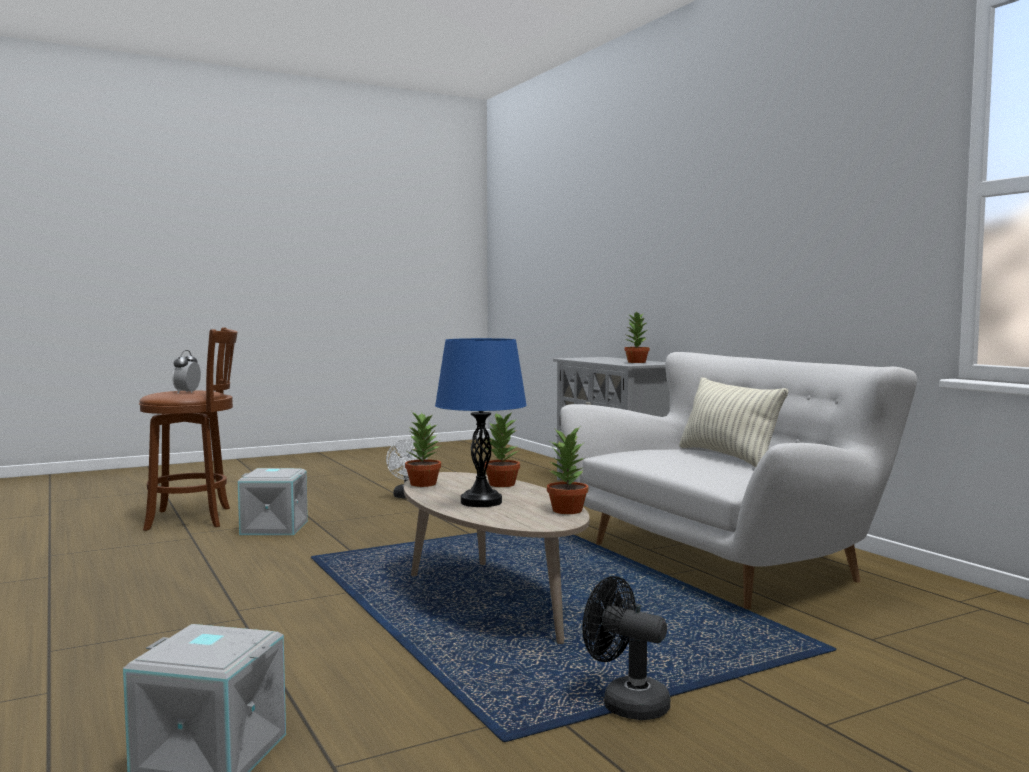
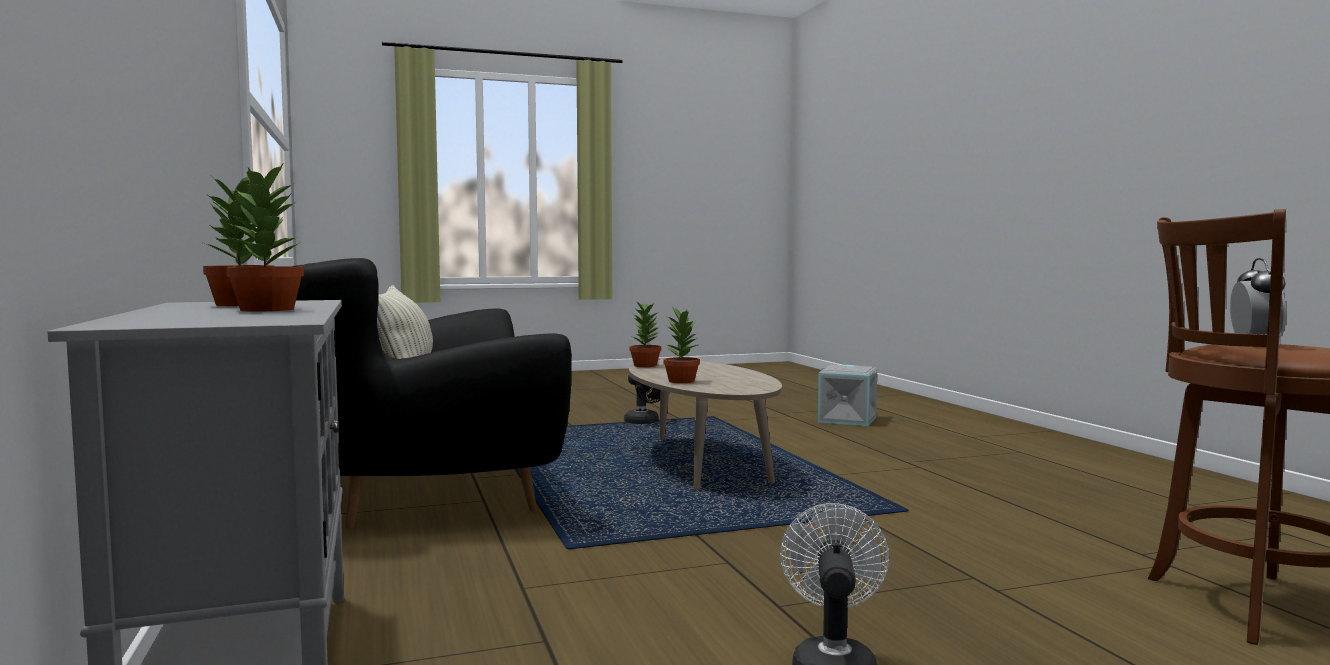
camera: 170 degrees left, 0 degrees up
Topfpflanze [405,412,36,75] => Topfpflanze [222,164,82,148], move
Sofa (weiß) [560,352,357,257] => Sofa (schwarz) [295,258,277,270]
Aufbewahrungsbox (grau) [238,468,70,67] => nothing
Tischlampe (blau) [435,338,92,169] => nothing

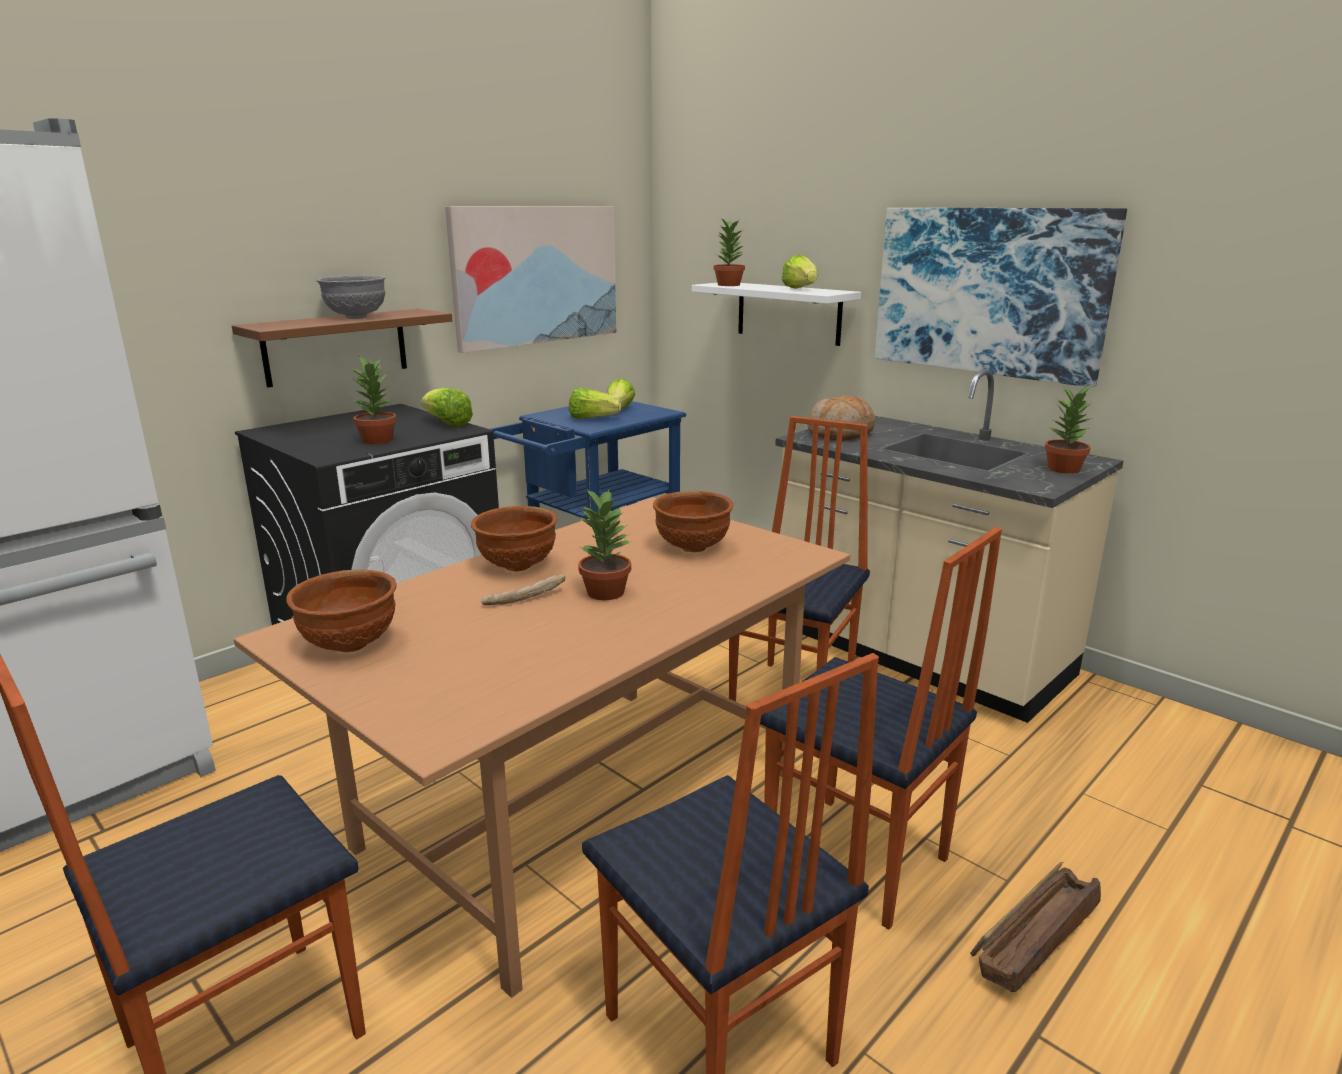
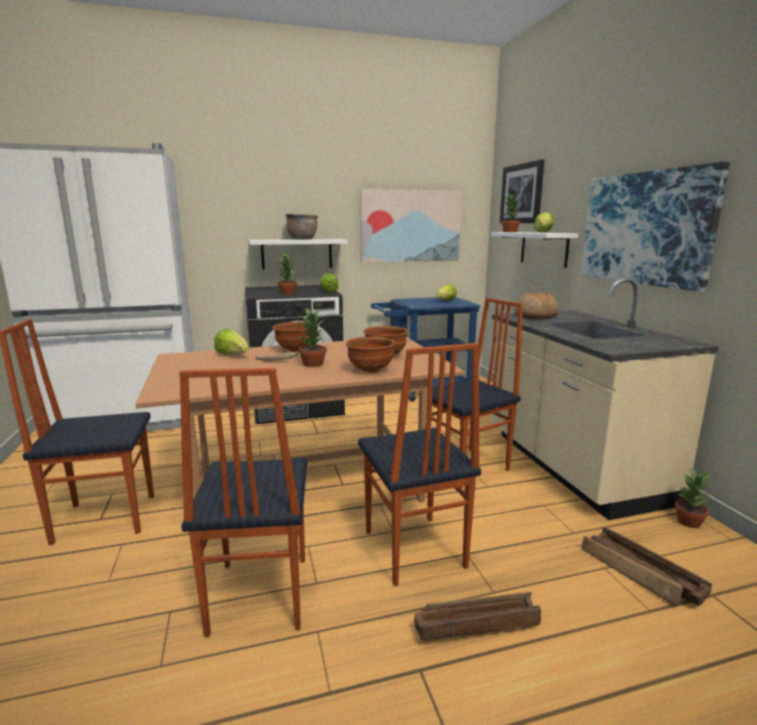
camera: 30 degrees right, 5 degrees down
Salatkopf [569,388,52,31] => Salatkopf [214,329,35,25], move
Wandregal (braun) [232,309,220,79] => Wandregal (weiß) [249,239,99,30]
Schüssel (grau) [317,275,68,44] => Kochtopf (braun) [285,214,33,26]
Schüssel (braun) [286,570,111,82] => Schüssel (braun) [346,337,50,36], move
nothing => Bild [500,159,44,64]
nothing => Kiste [581,527,131,79]
Topfpflanze [1045,384,48,90] => Topfpflanze [675,467,37,61], move

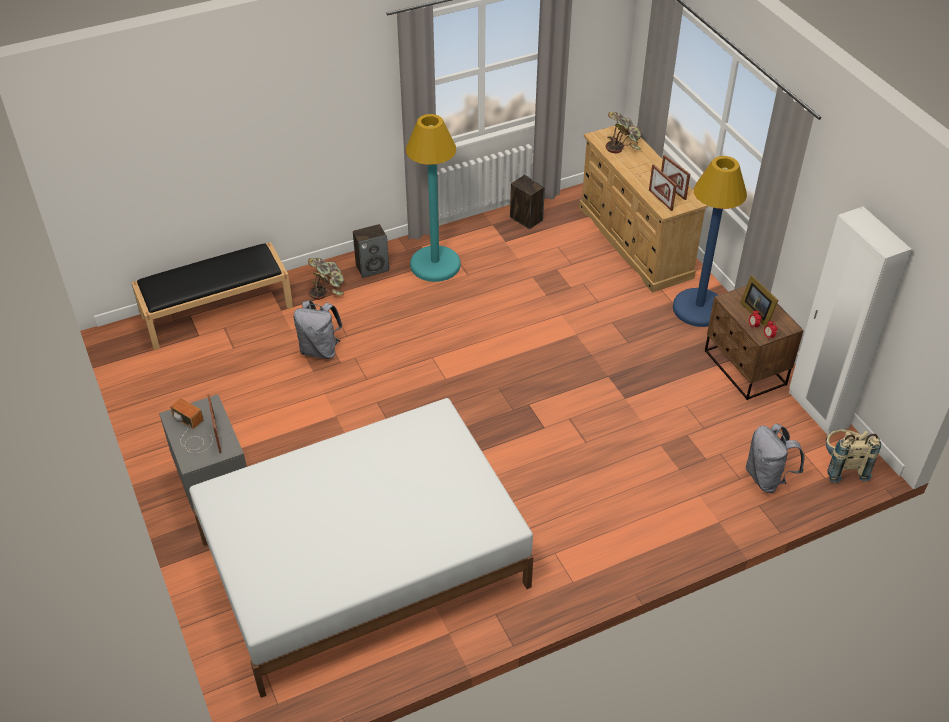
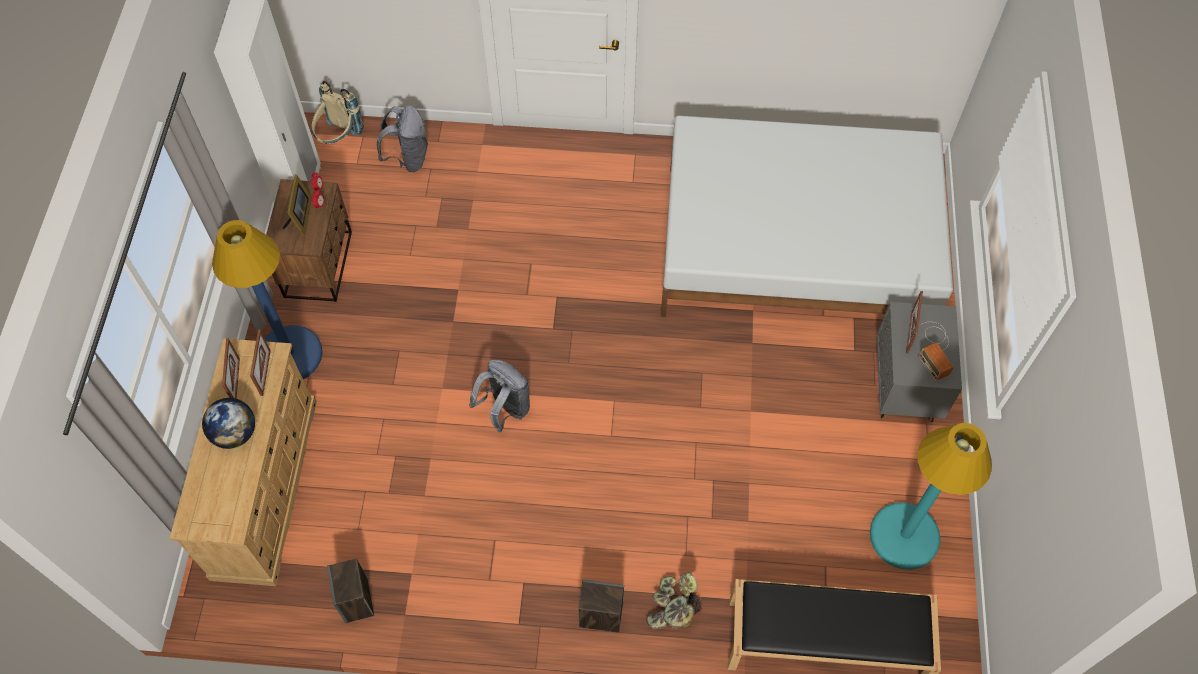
camera: 150 degrees left, 15 degrees up
nothing => Globus [202,398,53,51]
Rucksack (grau) [294,300,49,59] => Rucksack (grau) [469,360,61,72], move
Stehlampe (türkis) [406,114,55,168] => Stehlampe (türkis) [870,423,122,147], move
Topfpflanze [606,112,35,41] => nothing

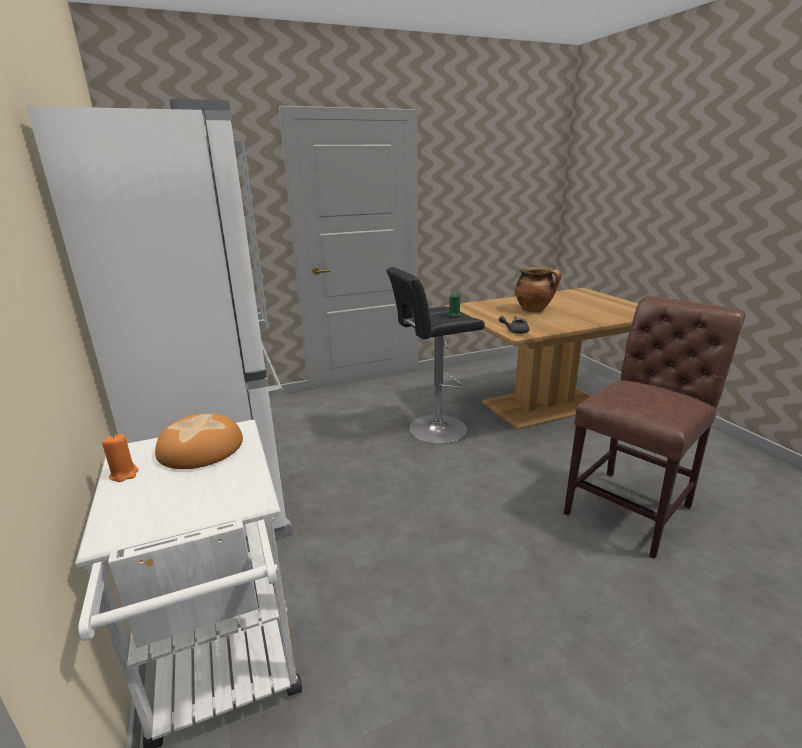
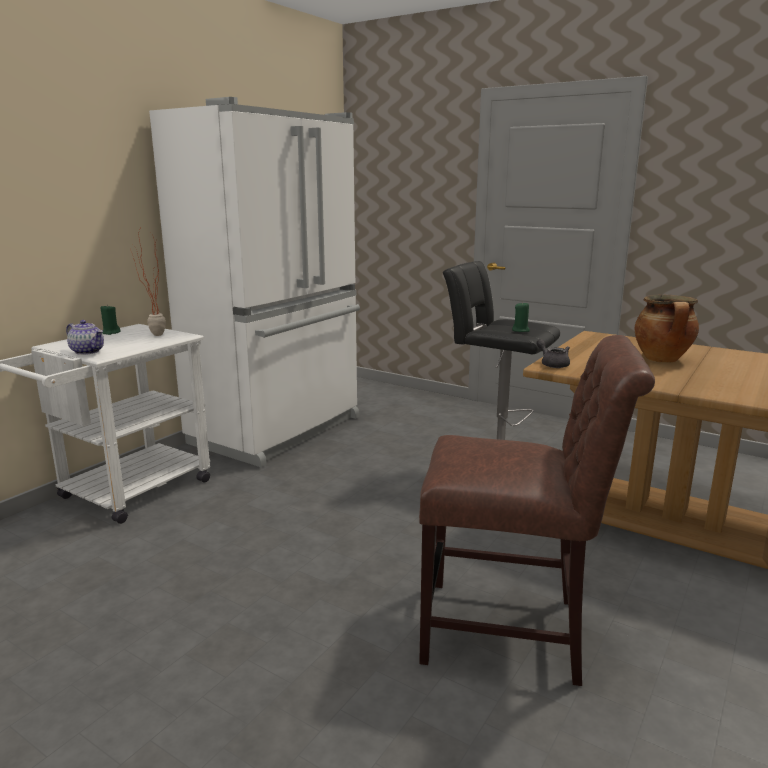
camera: 55 degrees right, 5 degrees down
nothing => Teekanne [66,320,38,35]
Kerze (orange) [102,434,37,48] => Kerze (grün) [101,304,20,31]
Brot [155,414,88,55] => Topfpflanze [130,230,36,106]

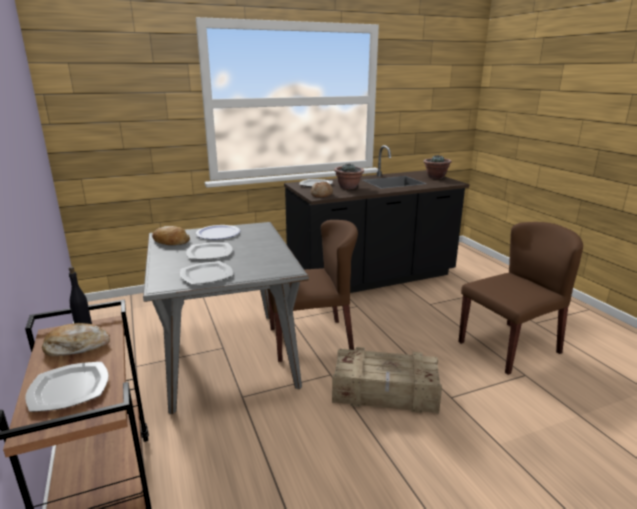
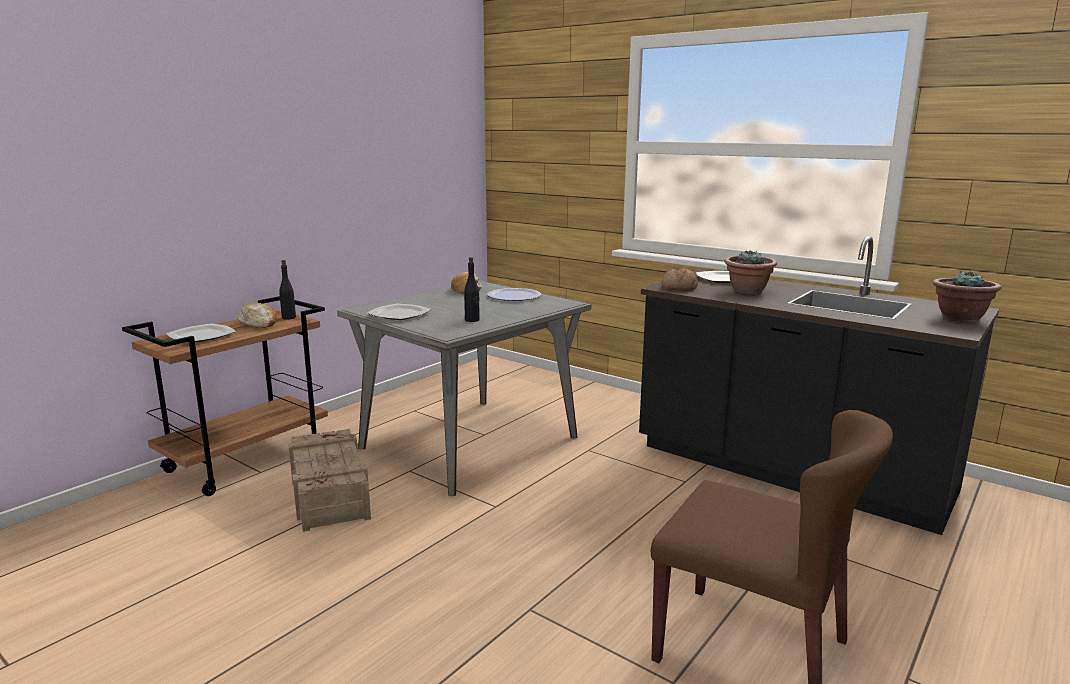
camera: 60 degrees right, 5 degrees down
Kiste [332,347,110,67] => Kiste [288,429,83,103], move
nothing => Flasche (schwarz) [464,257,16,65]
Teller [186,242,47,17] => nothing
Stuhl (braun) [267,220,91,142] => nothing

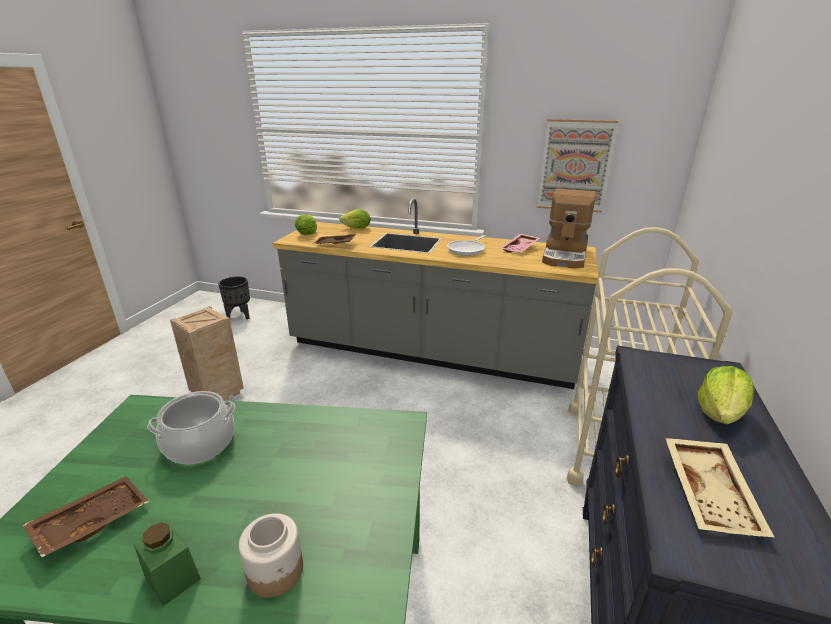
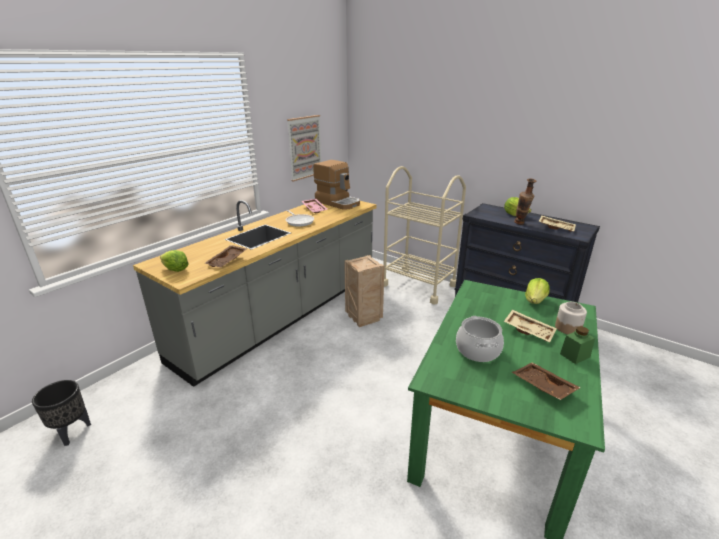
camera: 70 degrees left, 0 degrees up
Kiste [170,306,74,94] => Kiste [344,255,41,72], move
nothing => Tablett (beige) [504,309,53,33]
nothing => Vase [514,178,22,47]
Salatkopf [340,209,30,20] => Salatkopf [525,278,25,26], move

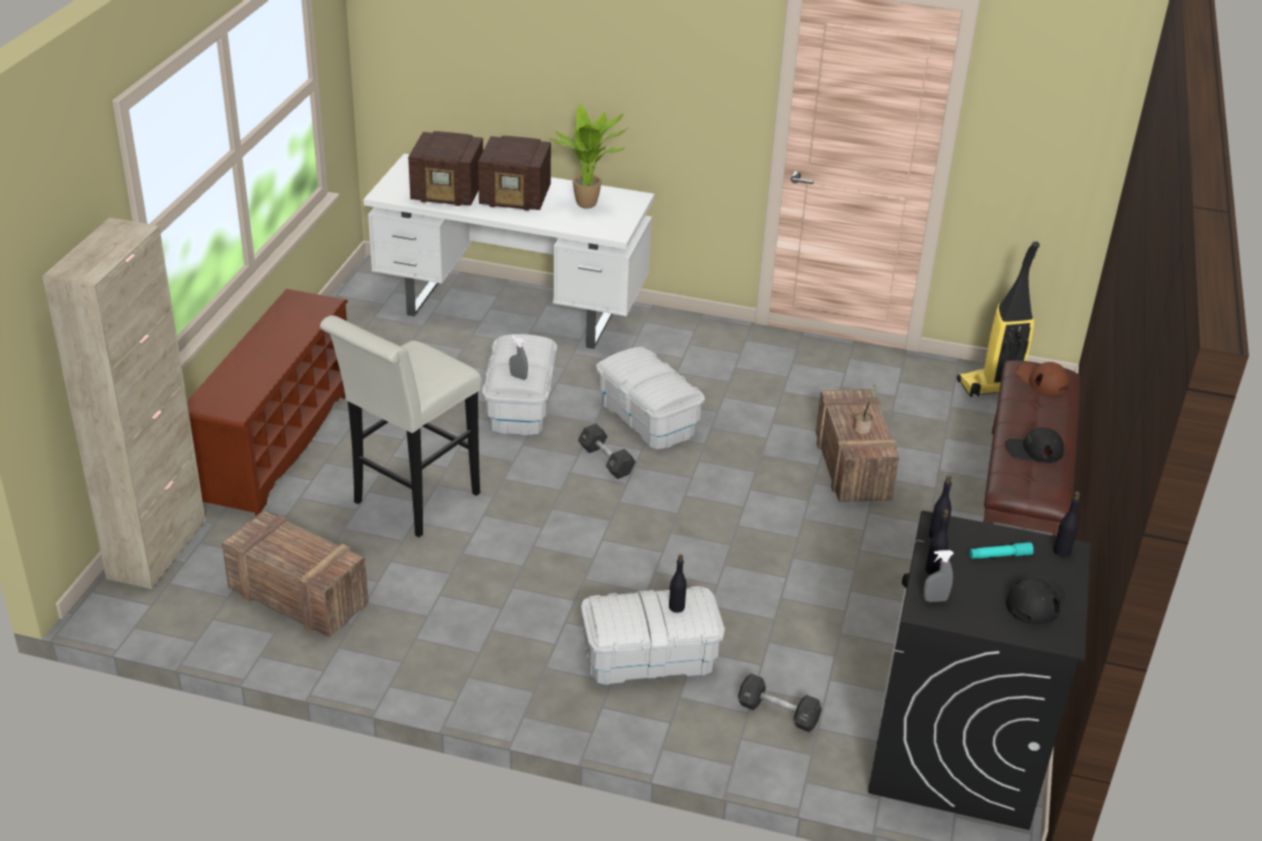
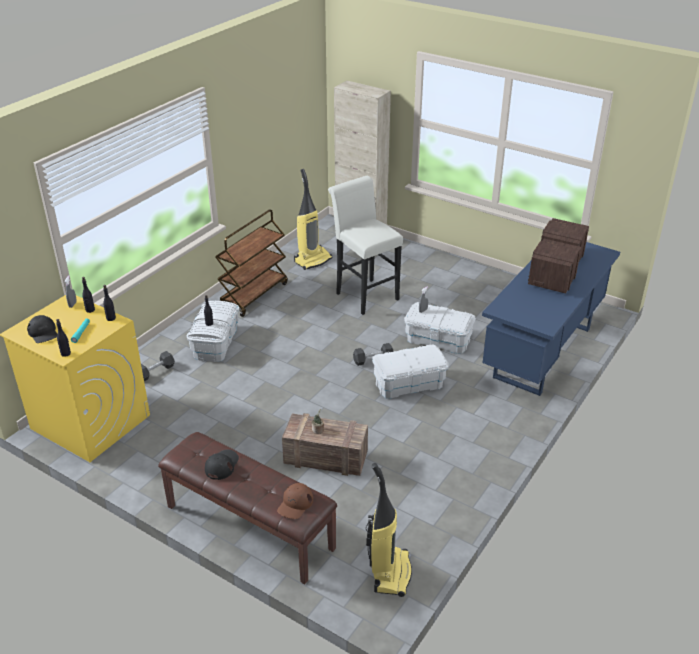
camera: 110 degrees right, 0 degrees up
Waschmaschine (schwarz) [868,511,222,319] => Waschmaschine (gelb) [0,295,150,167]
nothing => Rollwagen (braun) [215,210,73,107]
Kappe (braun) [1017,362,52,33] => Kappe (braun) [277,483,36,36], 135 degrees clockwise
Kiste [222,511,147,126] => Staubsauger [294,169,39,101]
Schreibtisch (weiß) [363,154,292,195] => Schreibtisch (blau) [482,242,138,154]
Schuhregal (braun) [187,289,161,227] => nothing
Topfpflanze [551,104,76,105] => nothing

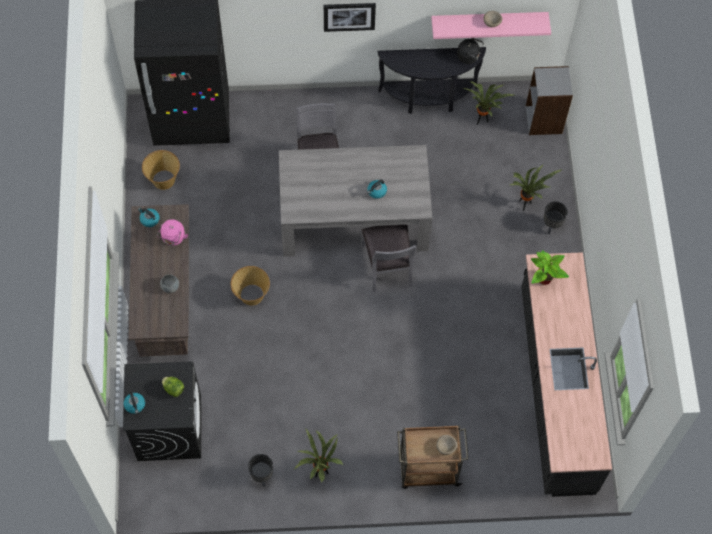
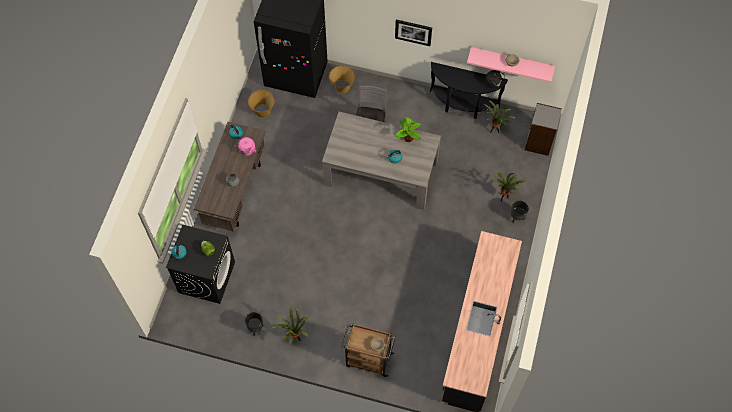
camera: 20 degrees right, 0 degrees up
Korb [231,266,39,39] => Korb [329,66,26,27], move
Topfpflanze [531,250,38,35] => Topfpflanze [395,117,27,25], move
Stuhl (grau) [361,225,55,67] => nothing

